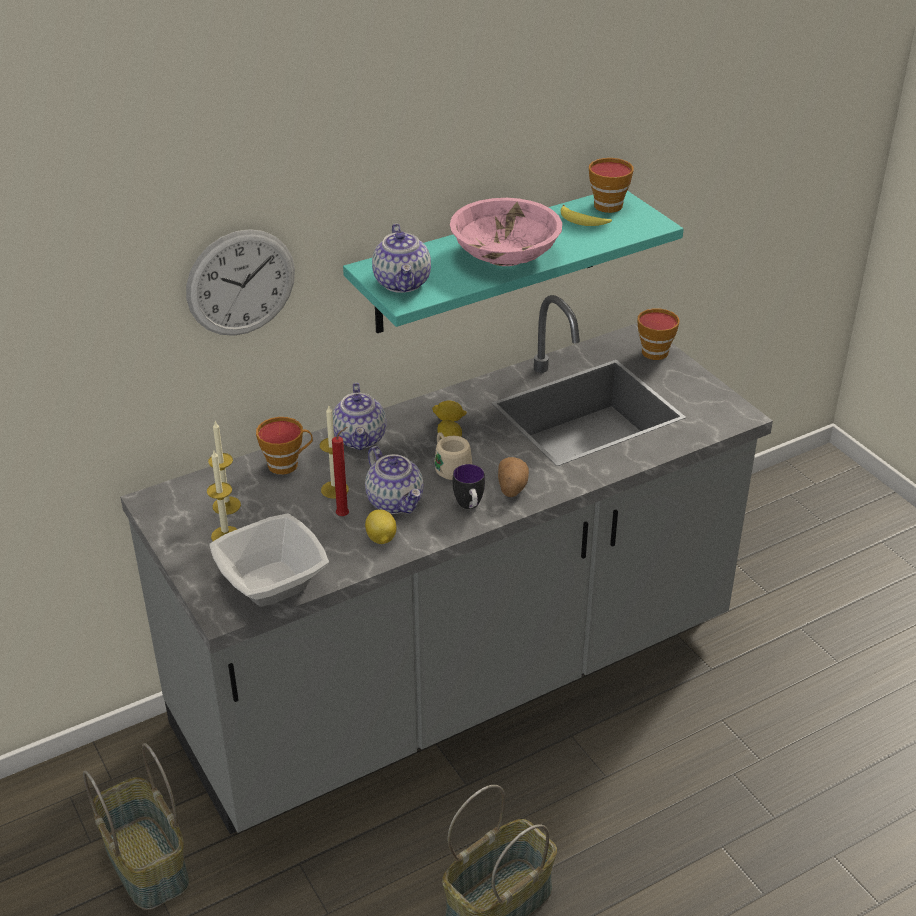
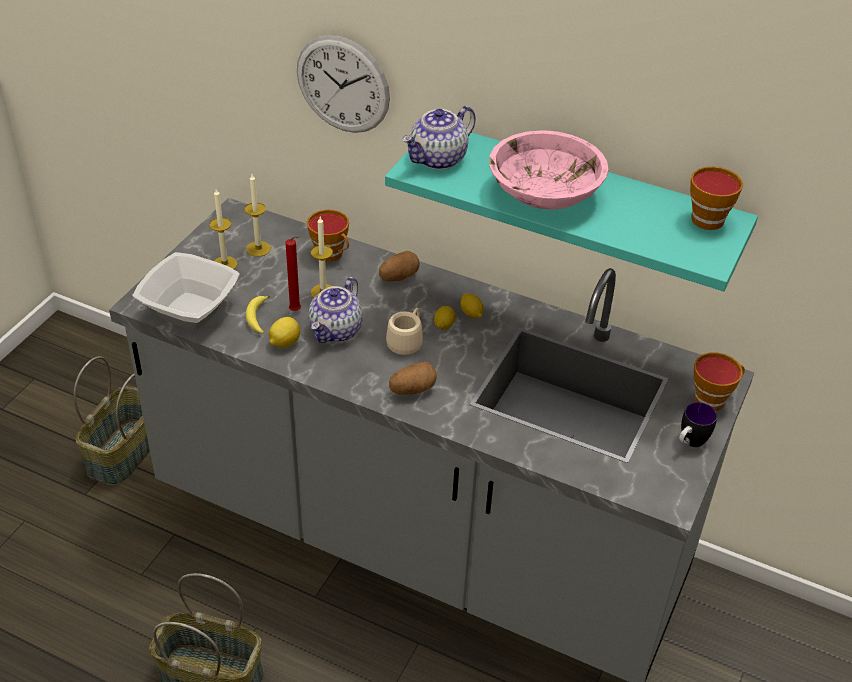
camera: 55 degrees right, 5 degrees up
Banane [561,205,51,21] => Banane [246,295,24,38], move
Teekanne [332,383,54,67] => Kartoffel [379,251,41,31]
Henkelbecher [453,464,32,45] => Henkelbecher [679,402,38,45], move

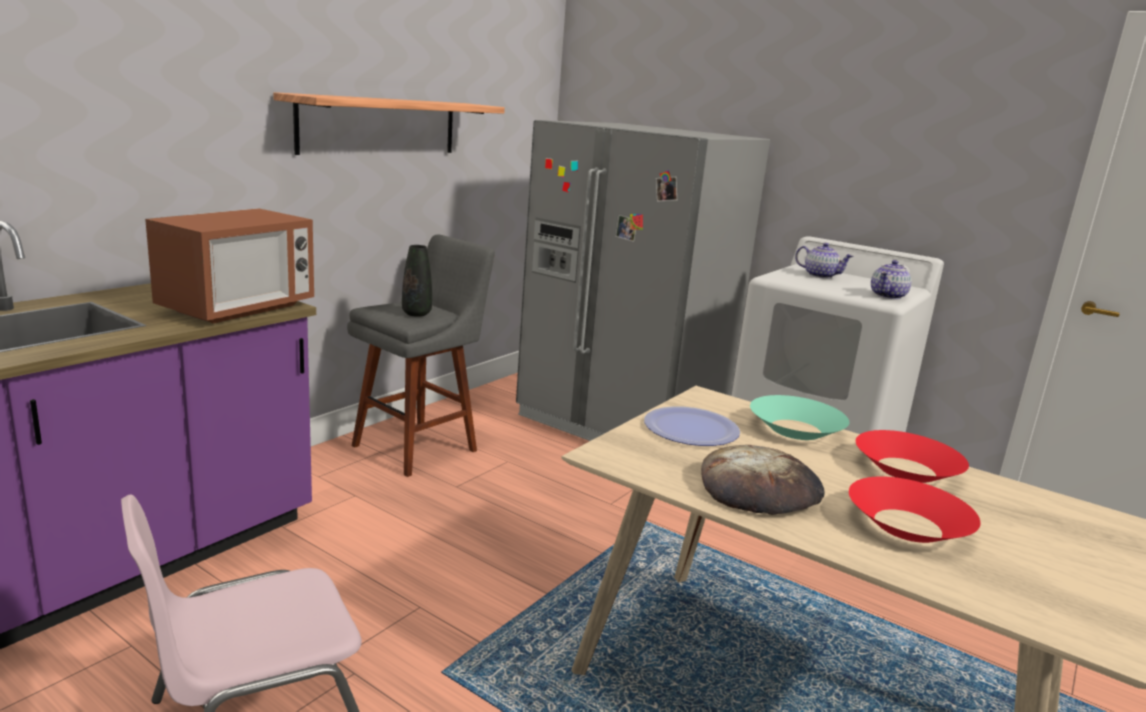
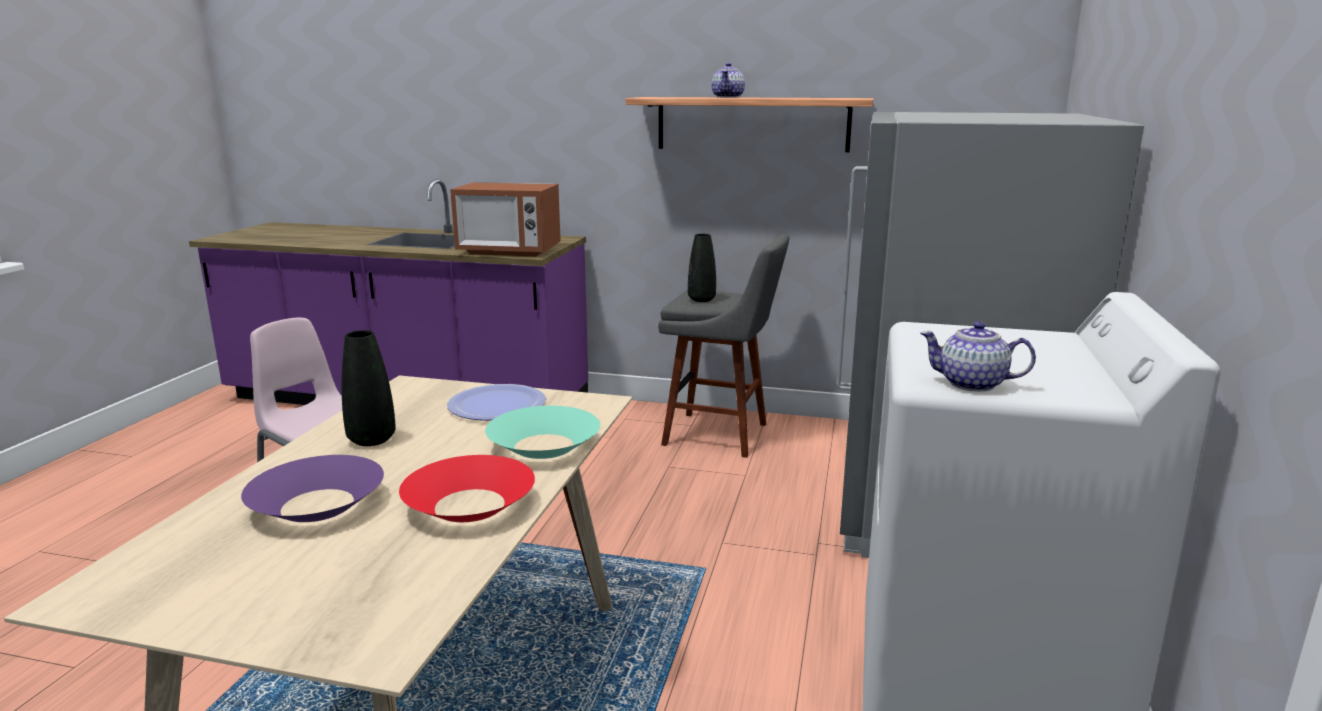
camera: 70 degrees right, 0 degrees up
Schüssel (rot) [849,476,131,67] => Schüssel (lila) [241,455,143,67]
Brot [701,445,123,70] => Vase (schwarz) [341,330,55,116]
Teekanne [795,243,59,36] => Teekanne [711,63,34,35], move

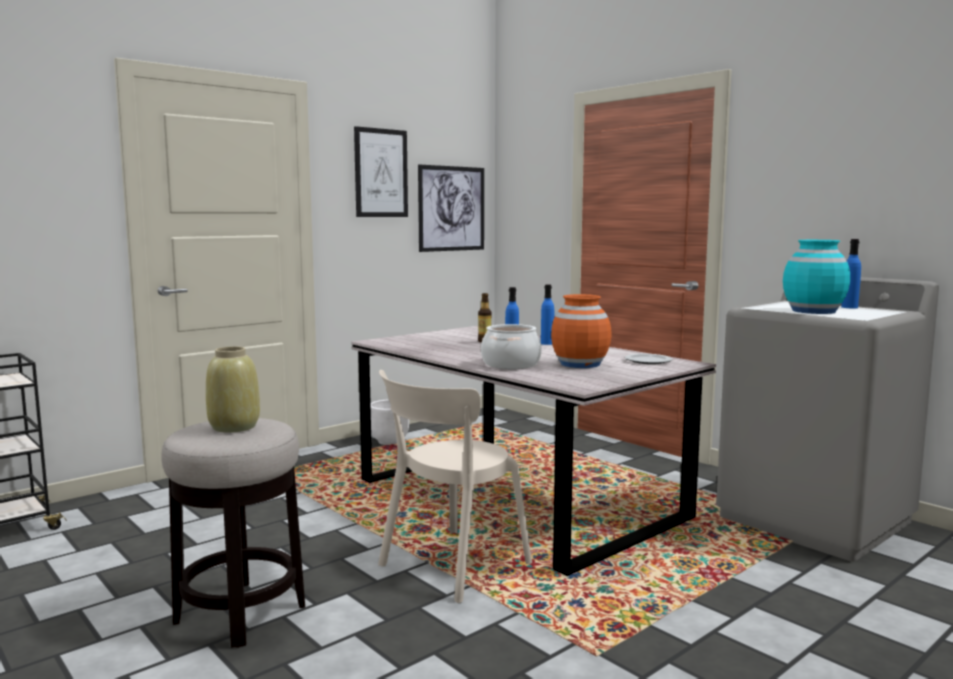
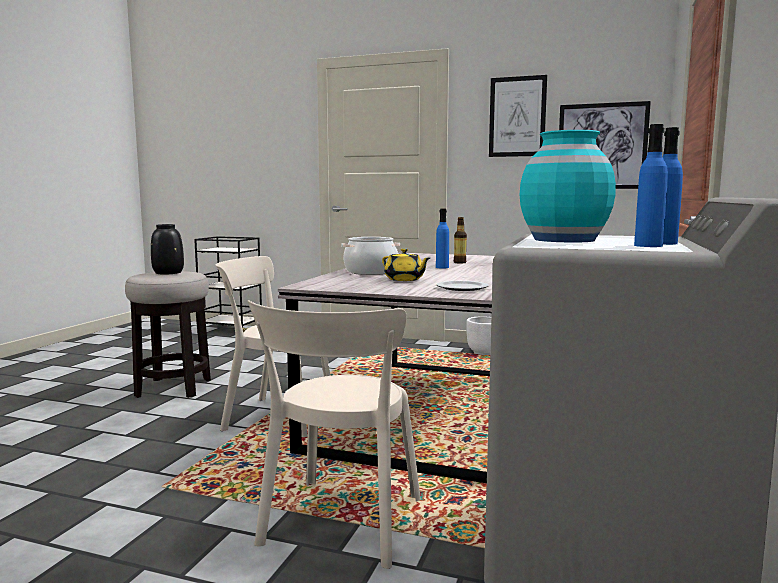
camera: 60 degrees right, 0 degrees up
Vase (beige) [206,346,54,87] => Vase (schwarz) [151,224,33,50]
nothing => Stuhl (beige) [248,300,173,269]
Vase (orange) [551,294,60,74] => Teekanne (gelb) [382,249,48,32]
Flasche (blau) [541,285,13,60] => Flasche (blau) [634,124,34,123], move

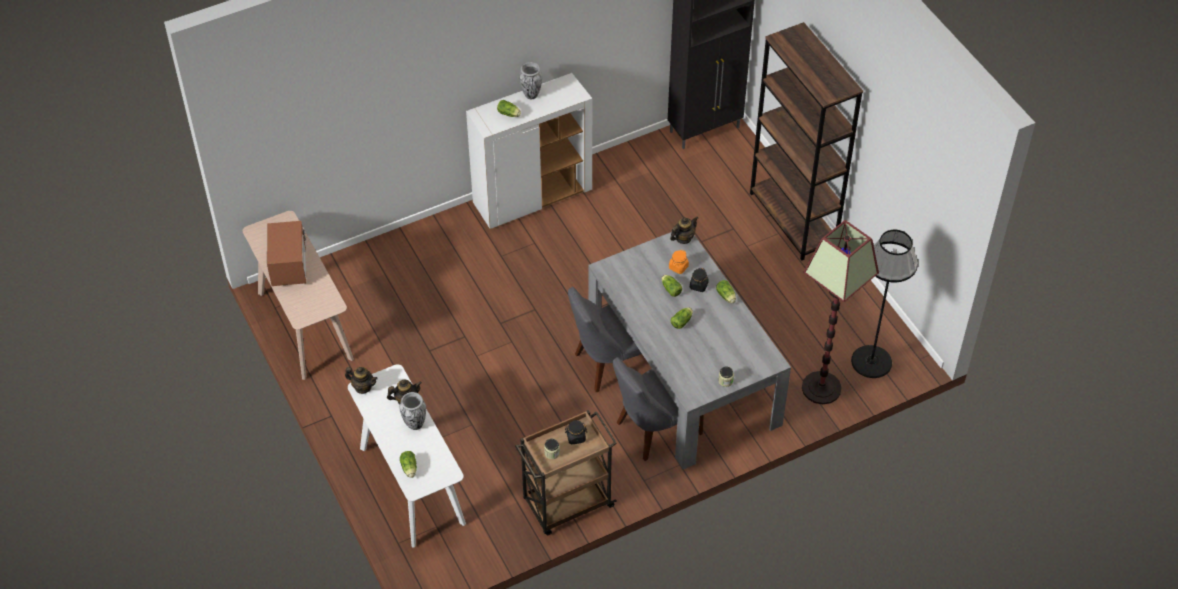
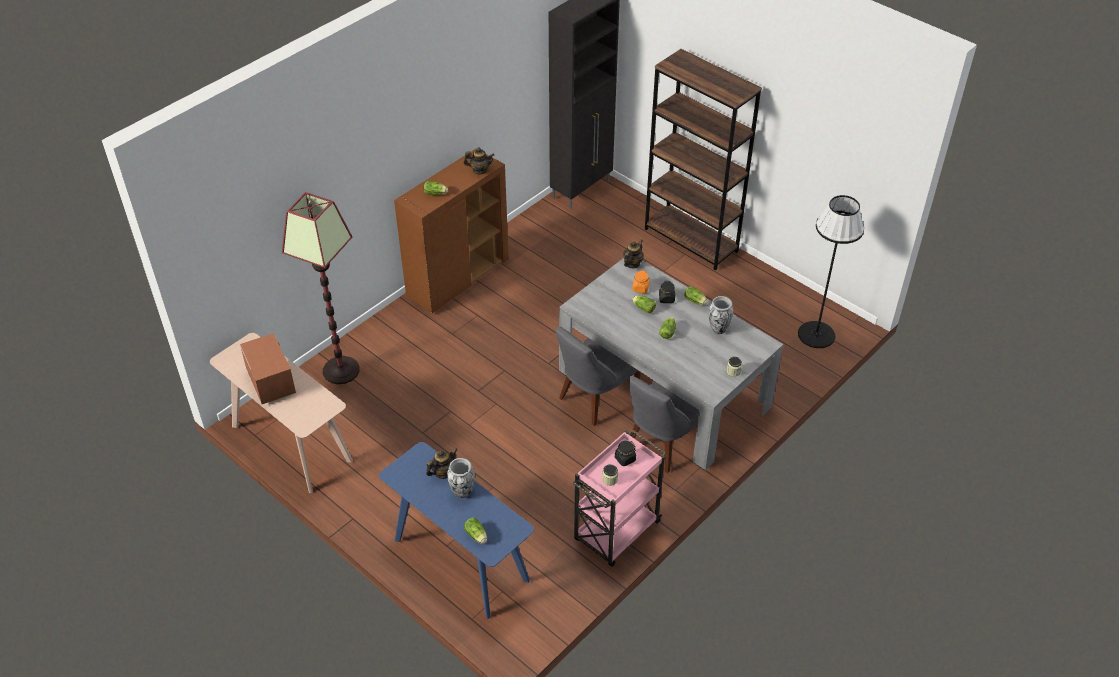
camera: 20 degrees left, 5 degrees down
Stehlampe [802,220,77,184] => Stehlampe [282,192,78,192], move
Konsolentisch (weiß) [348,364,118,183] => Konsolentisch (blau) [379,442,155,177]
Schrank (weiß) [466,73,126,156] => Schrank (braun) [394,149,115,164]
Teekanne [345,367,33,27] => Teekanne [463,147,31,28], move
Rollwagen (braun) [515,410,102,125] => Rollwagen (rosa) [572,430,94,137]
Vase [519,62,23,37] => Vase [709,296,24,38], move

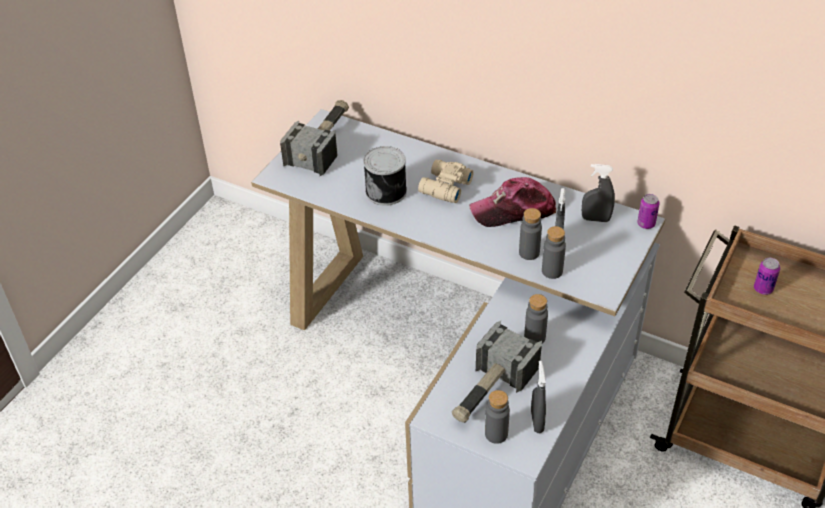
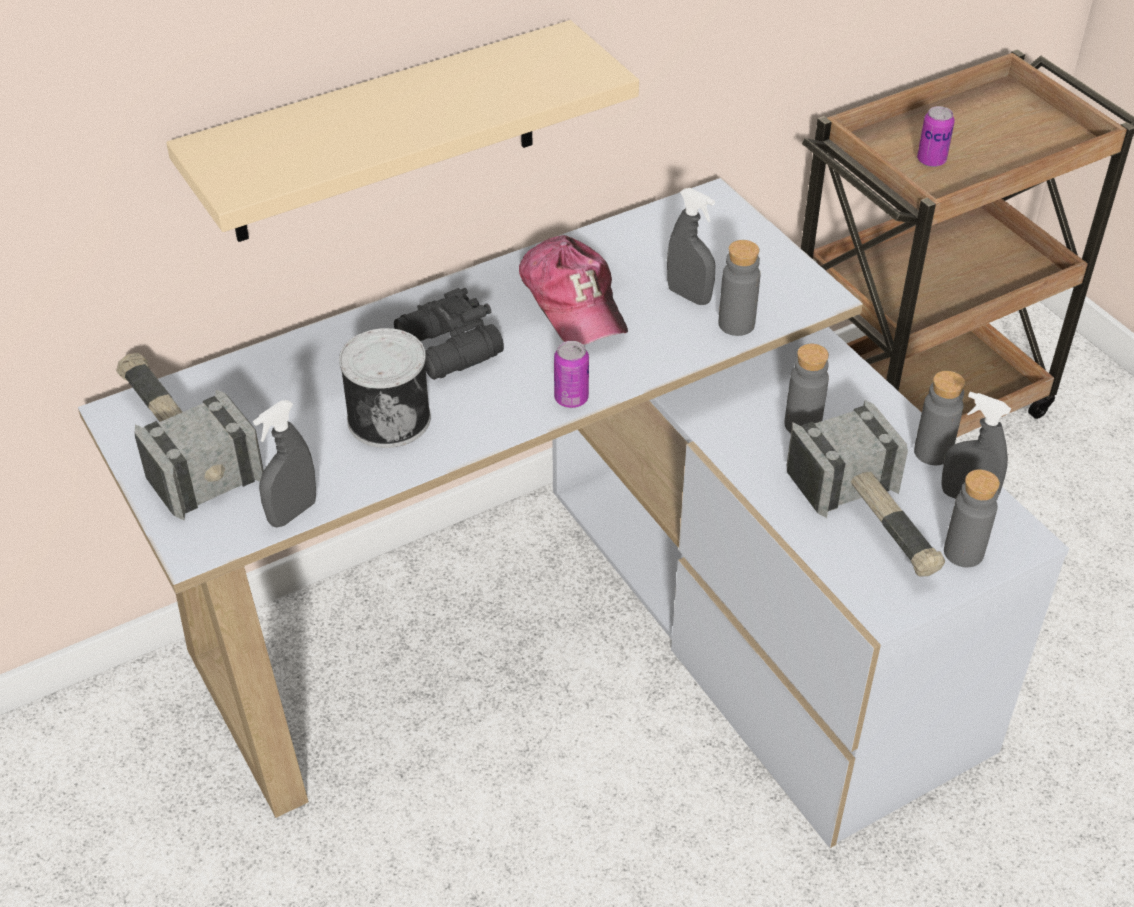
camera: 60 degrees left, 0 degrees up
nothing => Wandregal (beige) [166,20,473,222]
Sprühflasche (grau) [582,164,33,58] => Sprühflasche (grau) [253,400,63,127], move
Fernglas (beige) [418,159,56,44] => Fernglas (schwarz) [394,288,110,92]
Kappe [469,177,87,50] => Kappe [519,235,109,110], 45 degrees counterclockwise
Dose [637,194,22,35] => Dose [554,341,35,67], move
Flasche (grau) [519,208,23,52] => Flasche (grau) [914,371,51,94], move

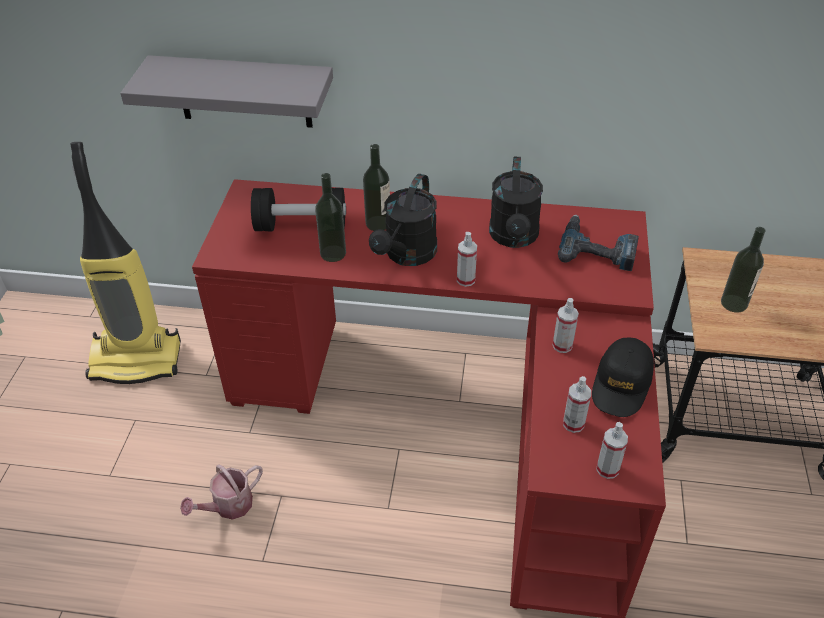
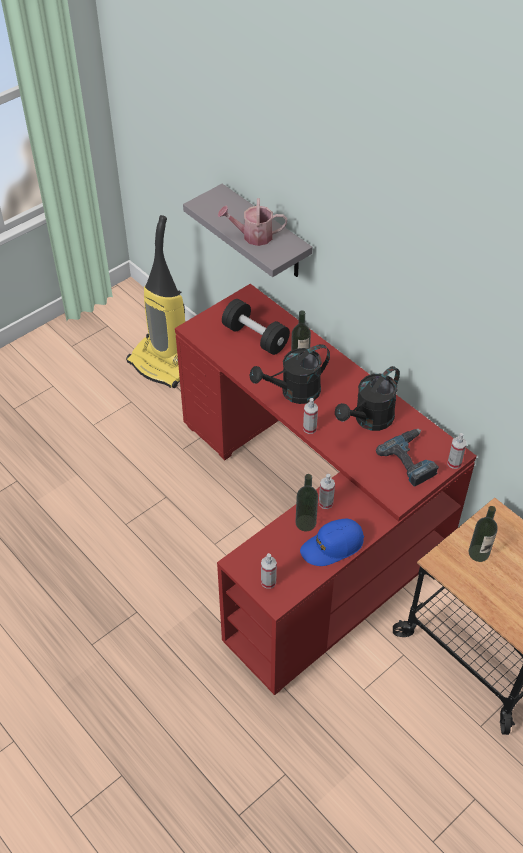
camera: 40 degrees right, 5 degrees up
Gießkanne [180,464,83,56] => Gießkanne [218,198,69,48], move
Flasche [315,173,31,89] => Flasche [295,474,23,57], move
Kappe (schwarz) [592,338,62,79] => Kappe (blau) [300,519,64,47]
Sprühflasche [563,376,28,57] => Sprühflasche [447,433,20,36], move

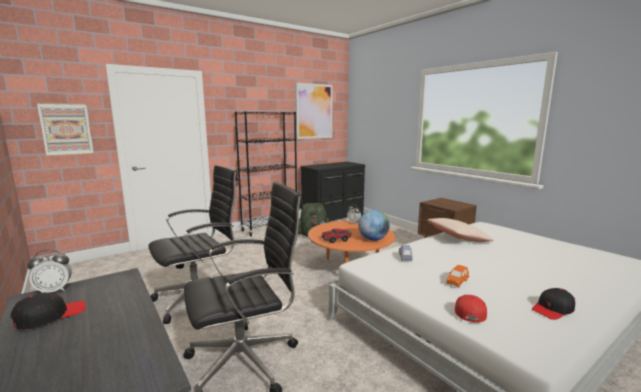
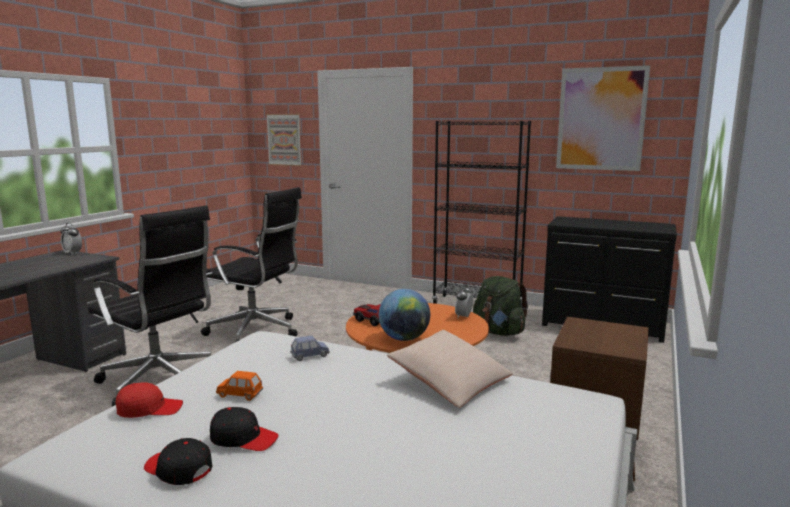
camera: 60 degrees right, 0 degrees up
Kappe (schwarz) [11,293,75,37] => Kappe (schwarz) [210,407,69,44], move

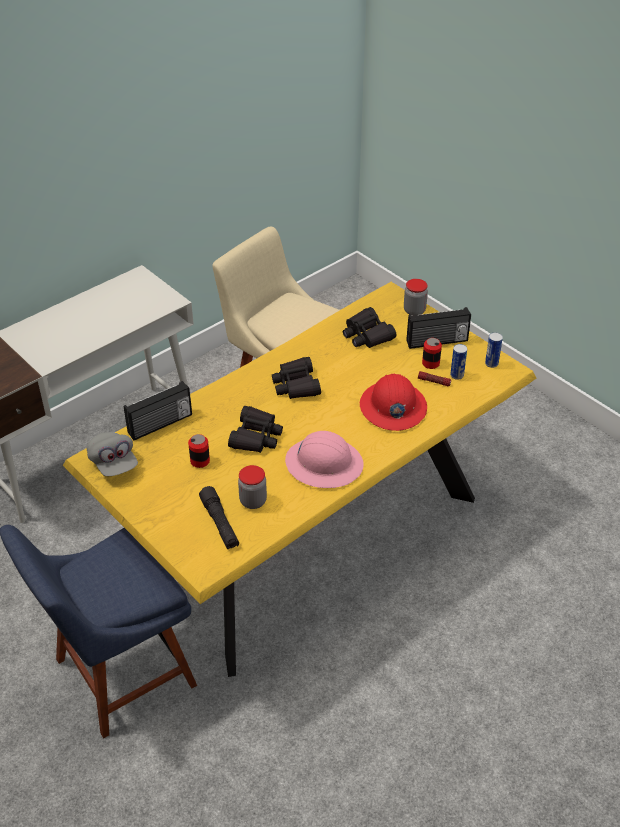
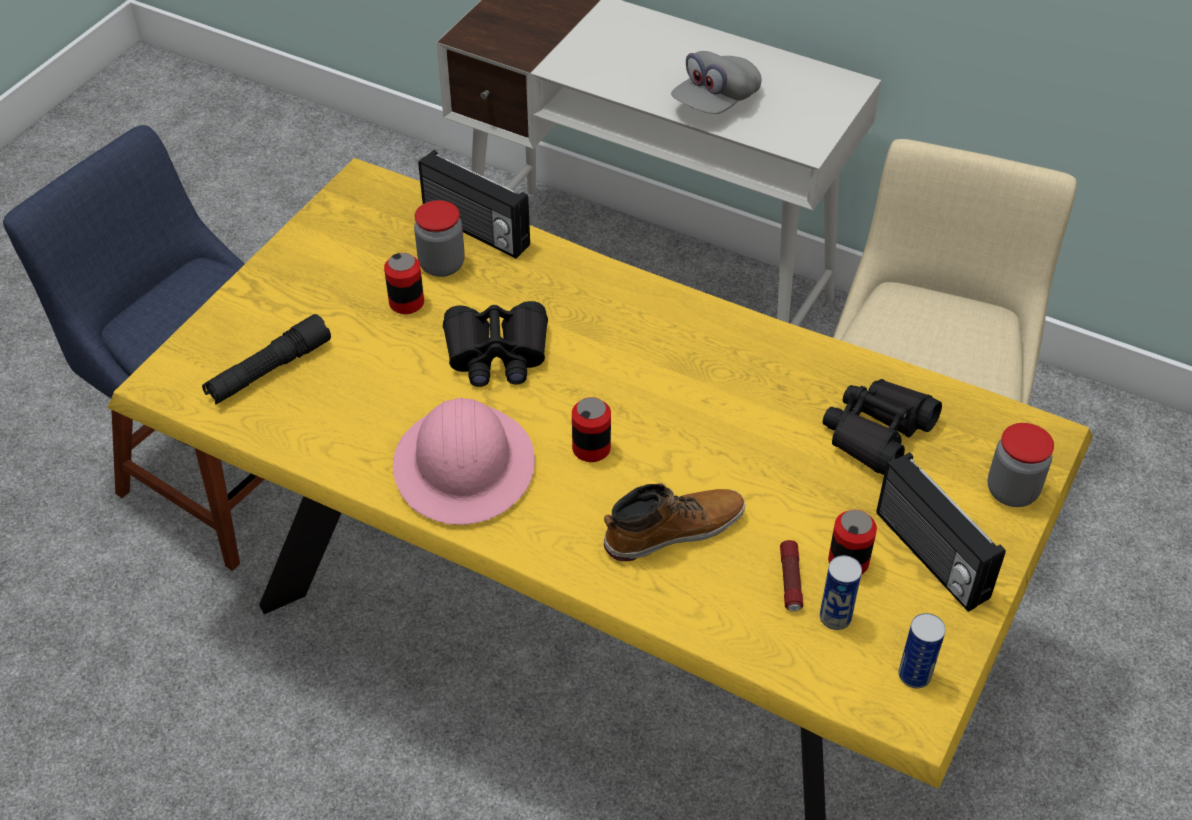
camera: 70 degrees right, 5 degrees up
Vorratsglas [238,465,29,44] => Vorratsglas [414,200,51,77], move
nothing => Dose [572,397,39,65]
Schutzhelm (rot) [360,374,67,57] => Stiefel [604,483,141,78]
Kappe (grau) [87,432,51,44] => Kappe (grau) [671,51,91,63], move
Fernglas (schwarz) [272,357,49,42] => nothing

